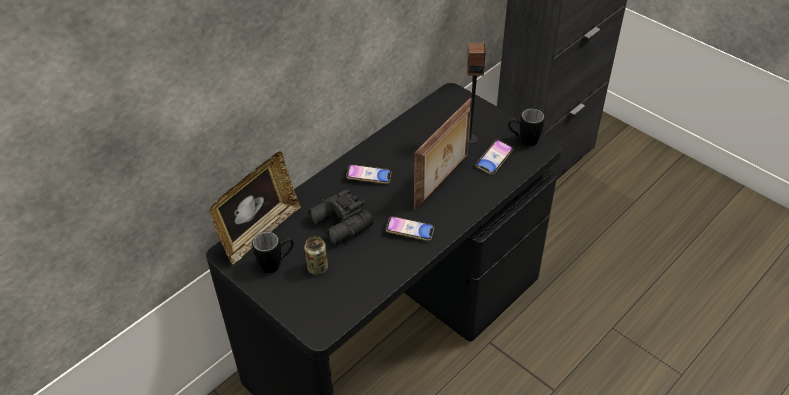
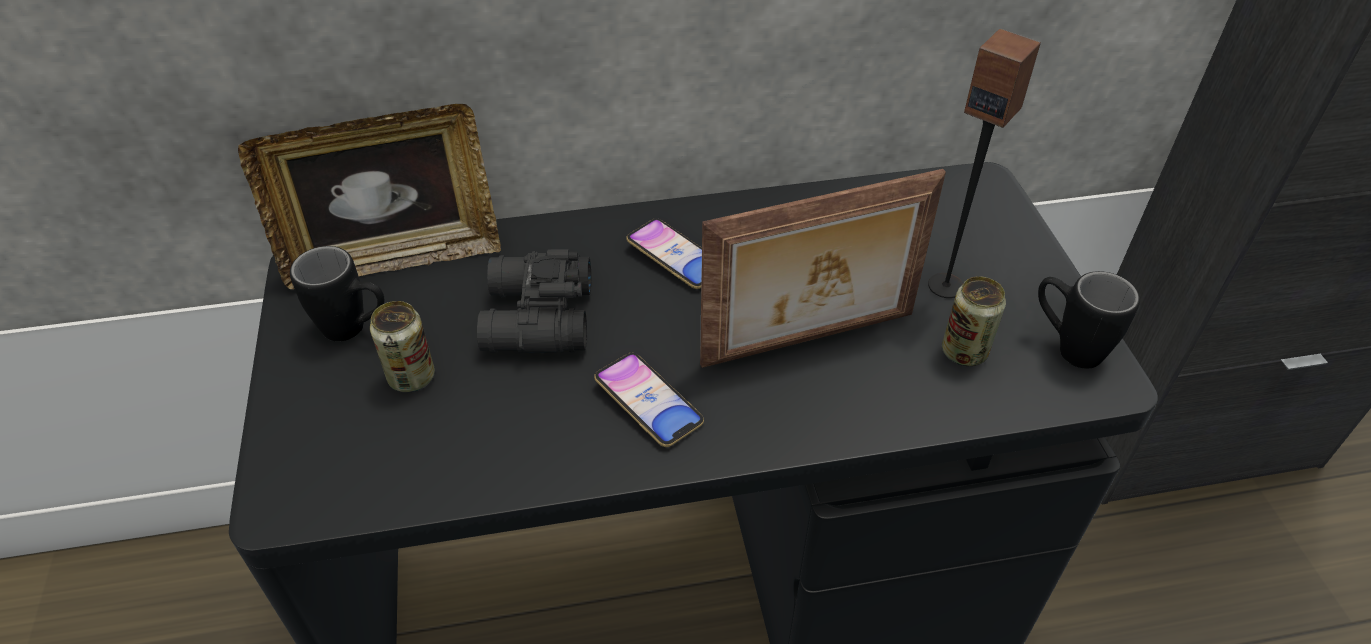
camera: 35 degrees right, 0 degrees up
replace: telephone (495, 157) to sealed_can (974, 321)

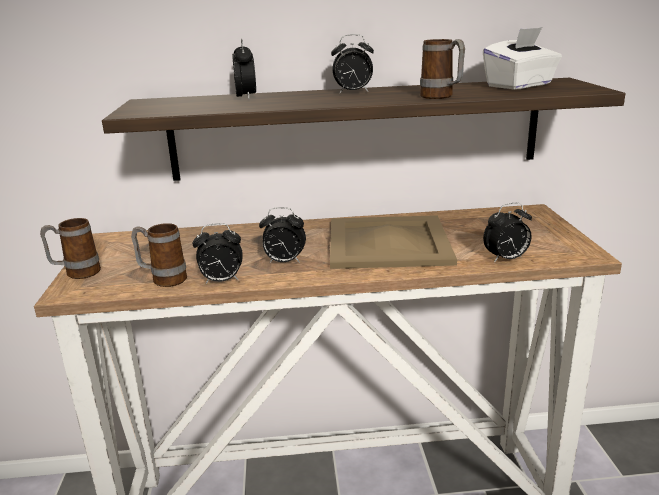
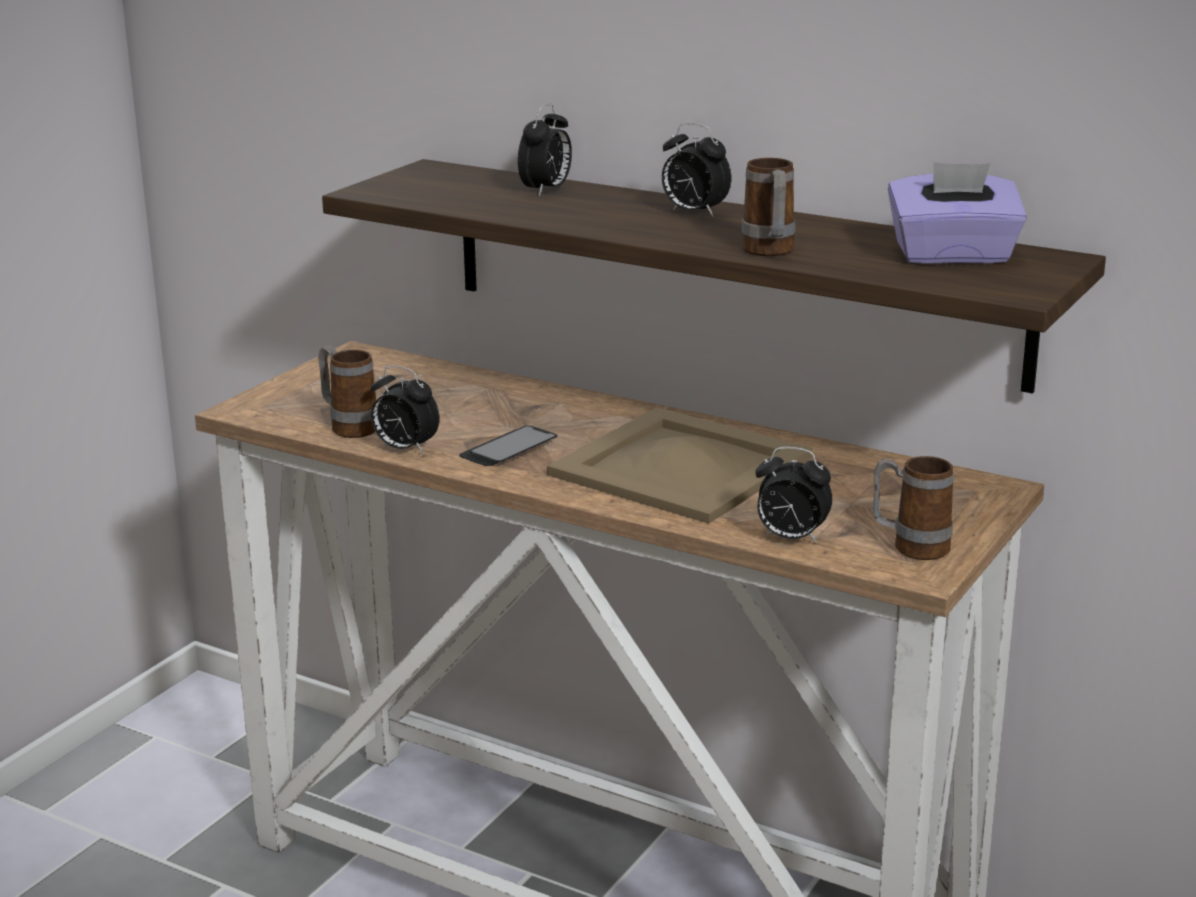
camera: 35 degrees right, 0 degrees up
move: mug (70, 248) to (913, 508)
replace: alarm_clock (282, 235) to telephone (508, 445)
recolor: whitish_box_of_tissues (522, 58) to purplish_box_of_tissues (957, 213)

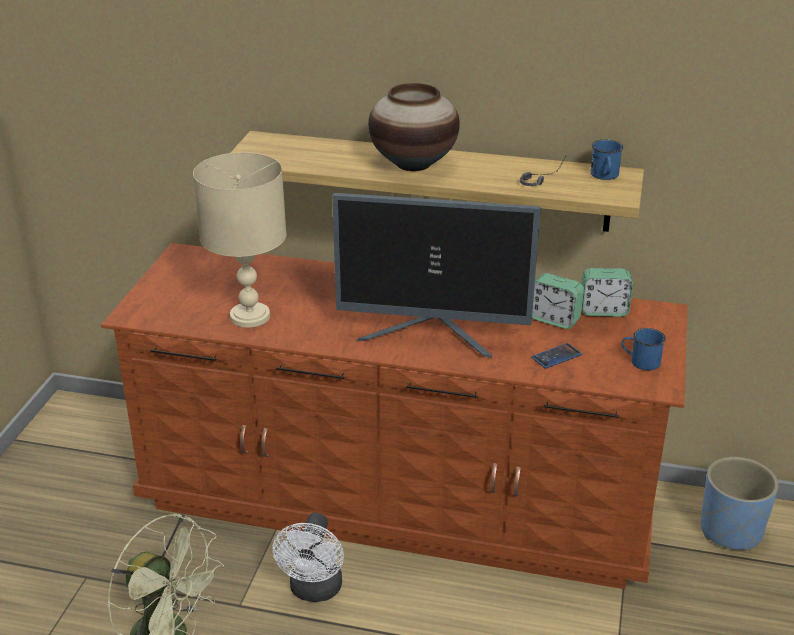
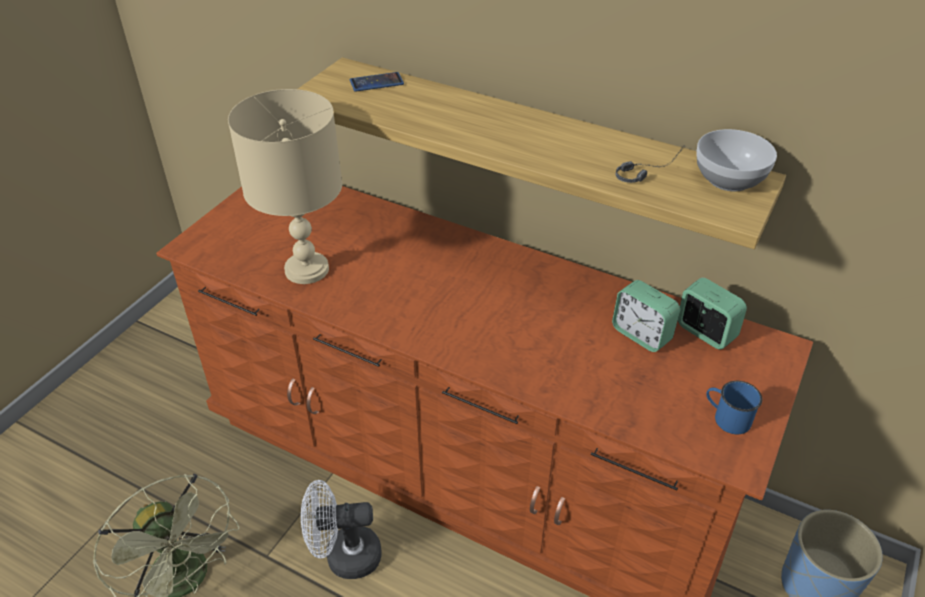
camera: 15 degrees right, 10 degrees up
delete: computer_display (436, 275); decorative_vase (414, 127)
move: telephone (556, 356) to (377, 82)
replace: blue_mug (606, 160) to bowl (736, 160)
rotate: whitish_cooling_fan (308, 557) = (341, 529) 60 degrees clockwise; alarm_clock (607, 292) = (712, 313) 150 degrees counterclockwise

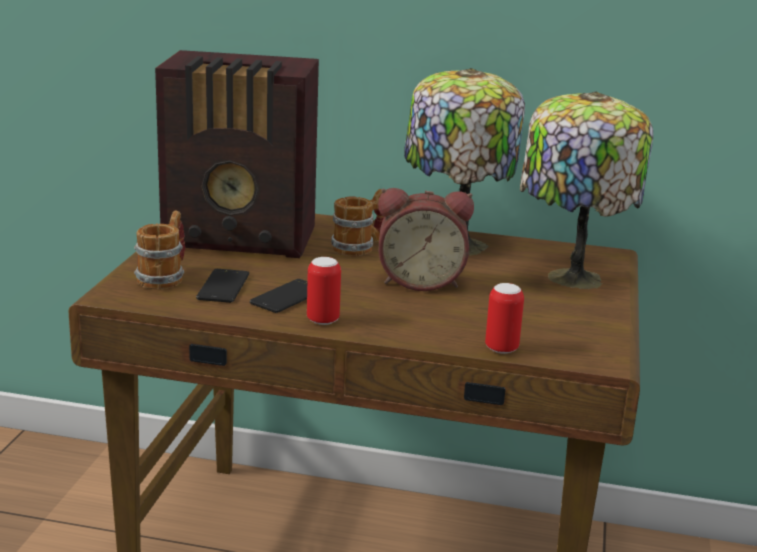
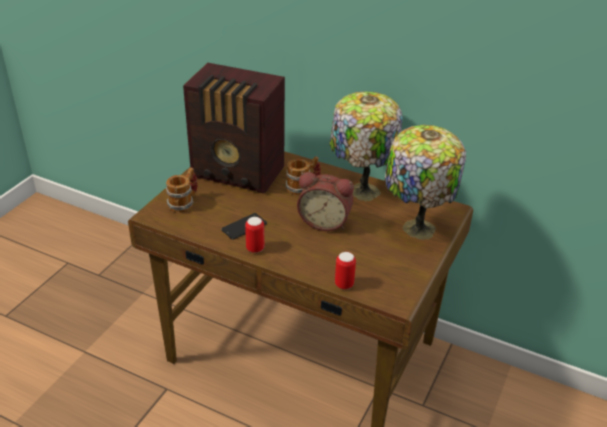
camera: 15 degrees right, 15 degrees up
delete: telephone (222, 286)

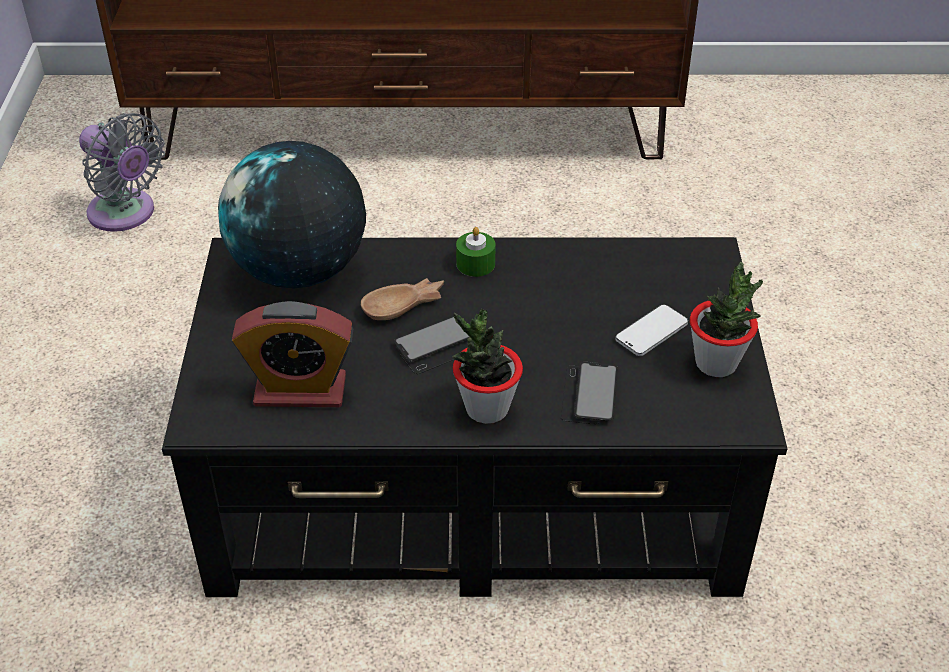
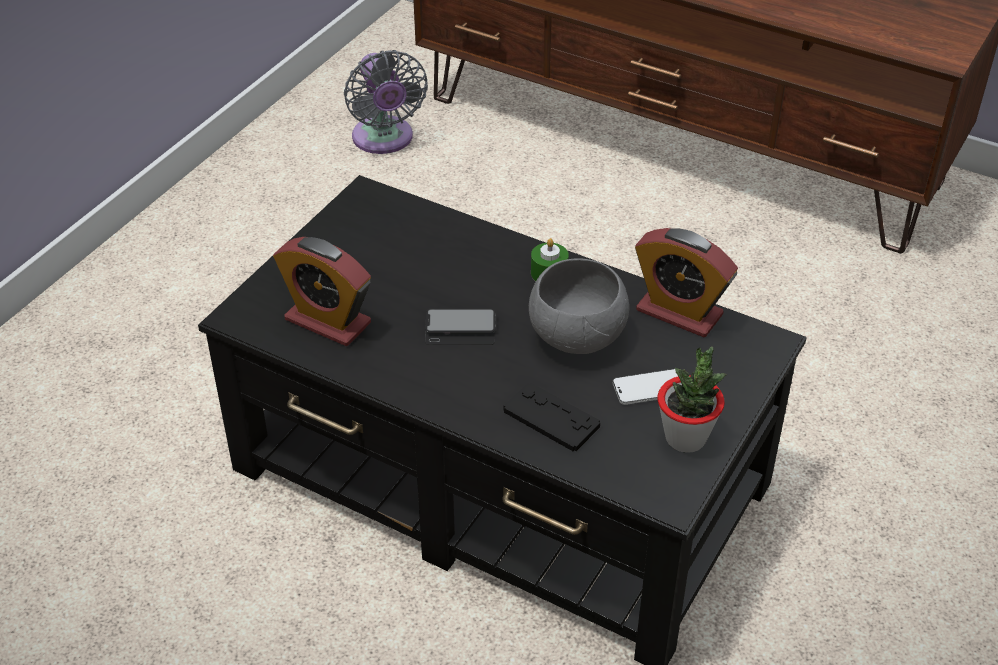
camera: 30 degrees right, 0 degrees up
delete: globe (292, 214); brown-coloured_bowl (402, 299); houseplant (487, 366)
insert: greyish_bowl (579, 306); alarm_clock (686, 282)
replace: telephone (589, 393) to black-coloured_game_controller (552, 417)

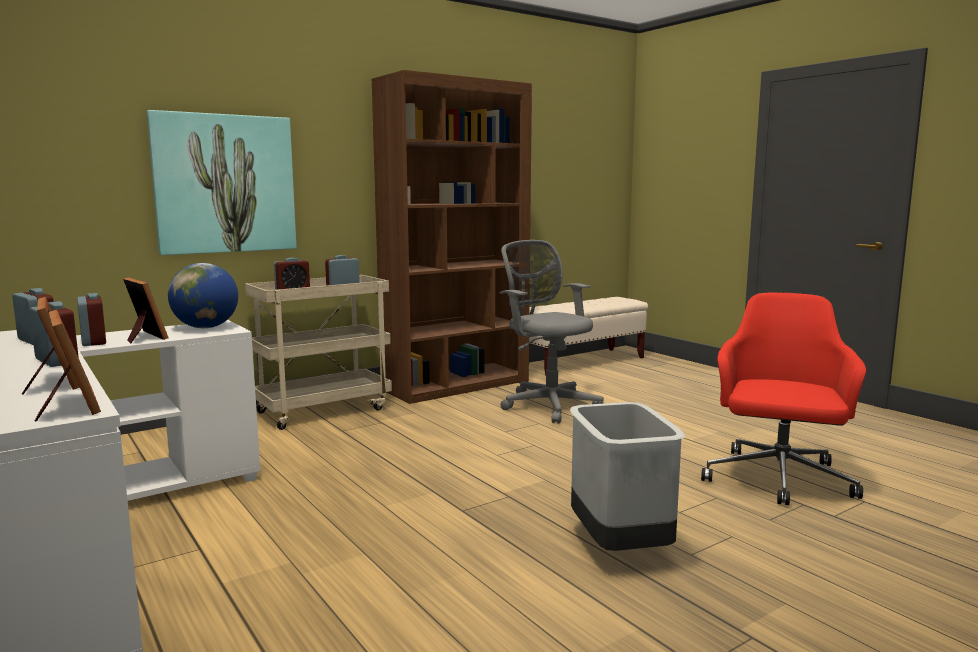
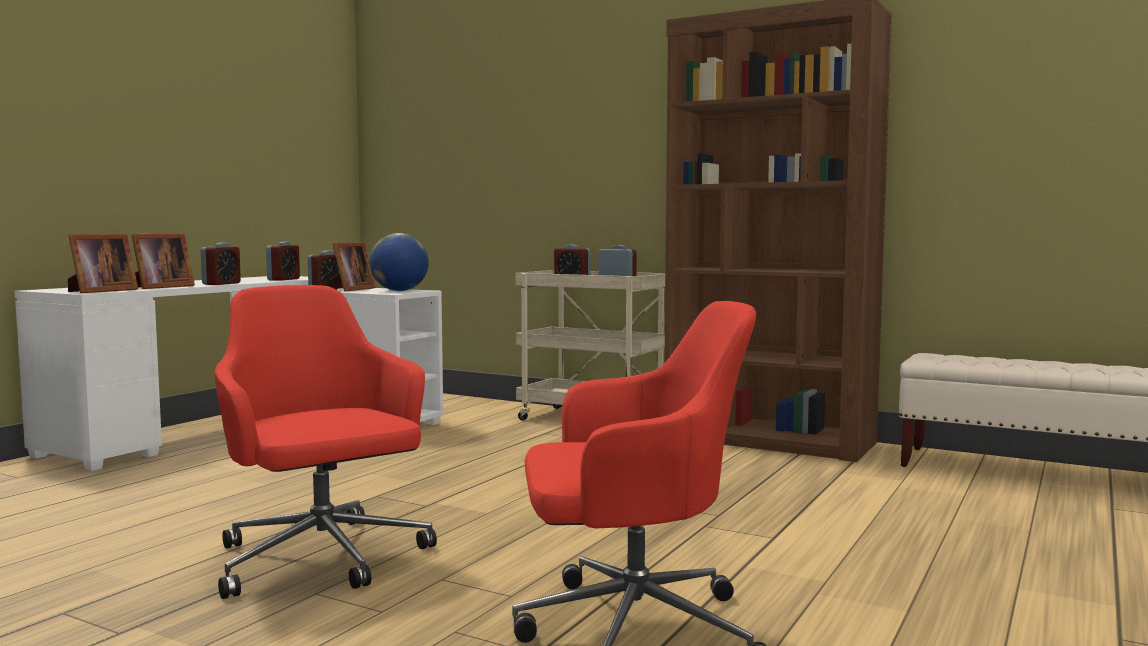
camera: 65 degrees right, 5 degrees down
delete: wall_art (222, 182); greyish_office_chair (551, 332)
replace: greyish_rubbish_bin (627, 476) to reddish_office_chair (326, 442)

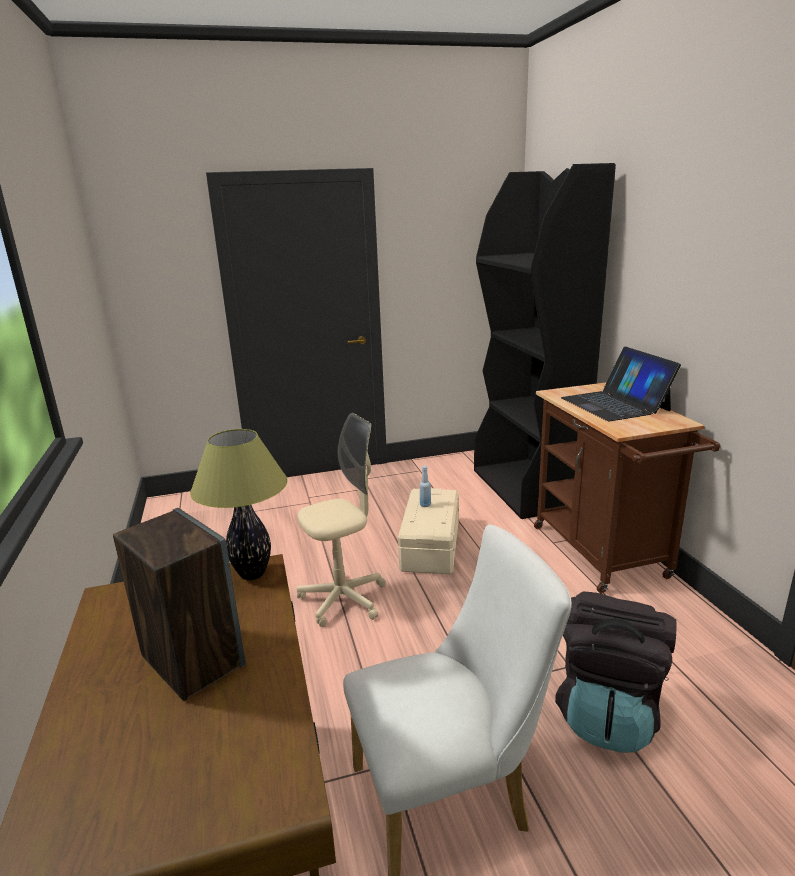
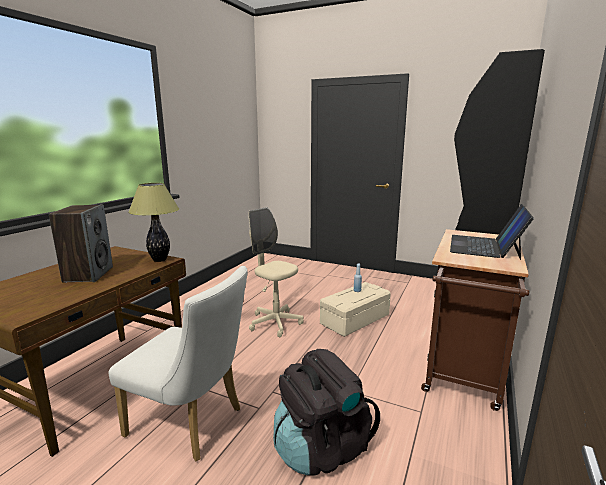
camera: 40 degrees right, 5 degrees down
rotate: beige_office_chair (341, 520) = (276, 272) 150 degrees counterclockwise

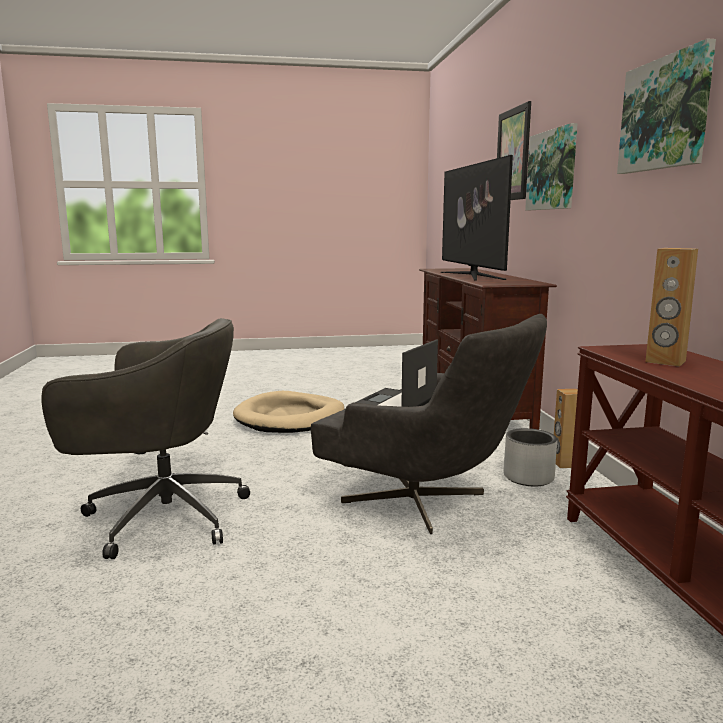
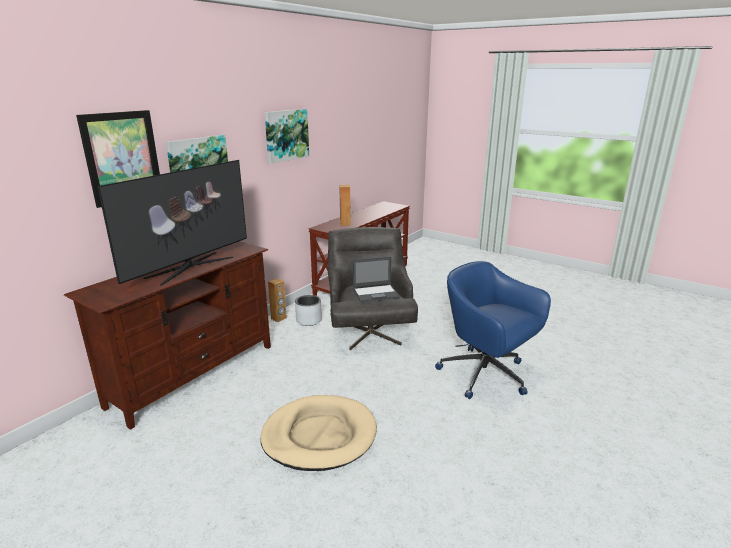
camera: 135 degrees left, 10 degrees up
recolor: greyish_office_chair (145, 438) to blue_office_chair (493, 330)

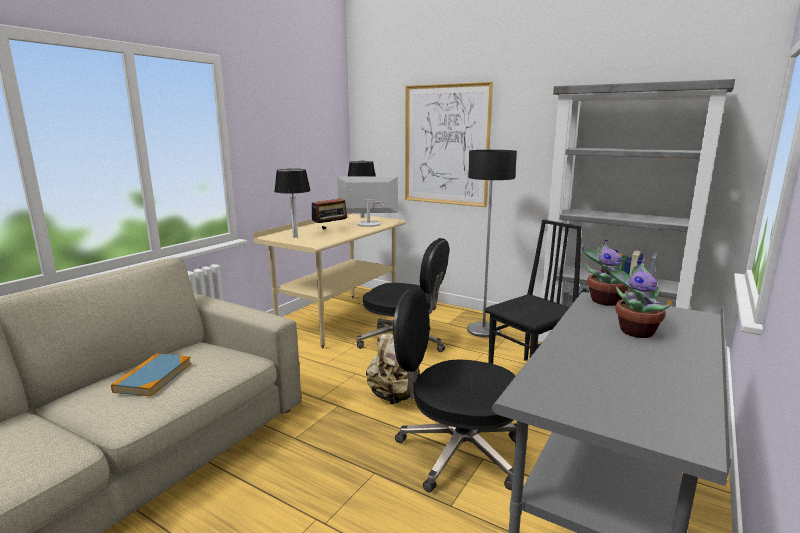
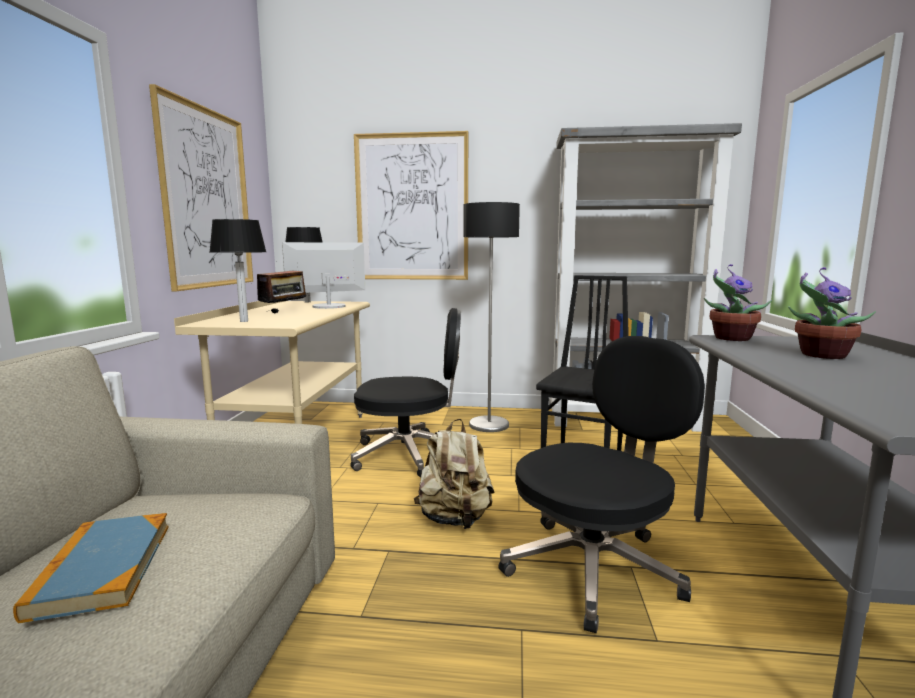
camera: 25 degrees left, 5 degrees down
insert: wall_art (201, 187)
rotate: black-coloured_office_chair (455, 390) = (601, 484) 150 degrees clockwise

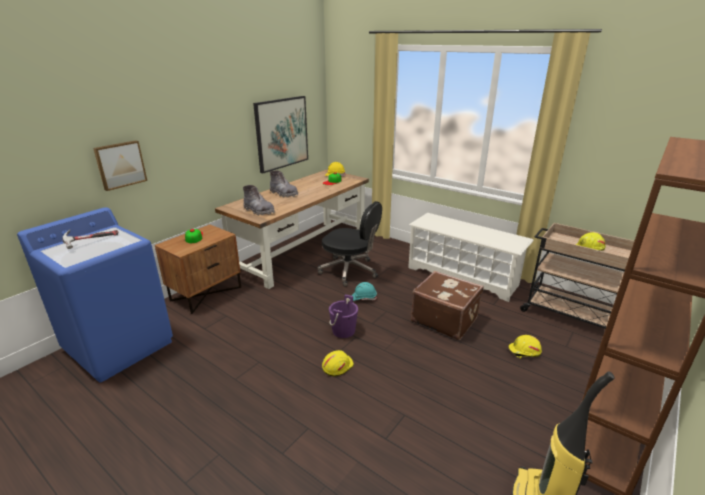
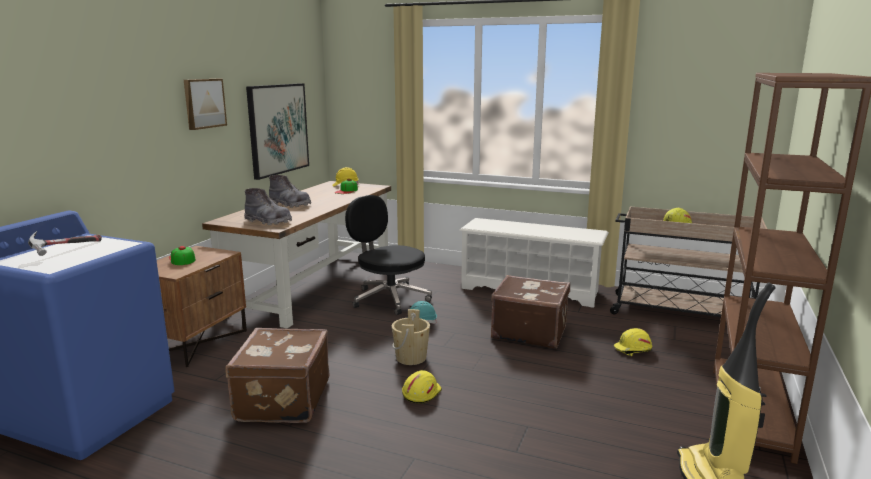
camera: 15 degrees left, 10 degrees down
insert: brown-coloured_suitcase (277, 375)
move: wall_art (120, 165) to (205, 104)
recolor: purplish_water_bucket (343, 316) to beige_water_bucket (411, 337)
rotate: black-coloured_office_chair (350, 244) = (388, 255) 150 degrees counterclockwise

